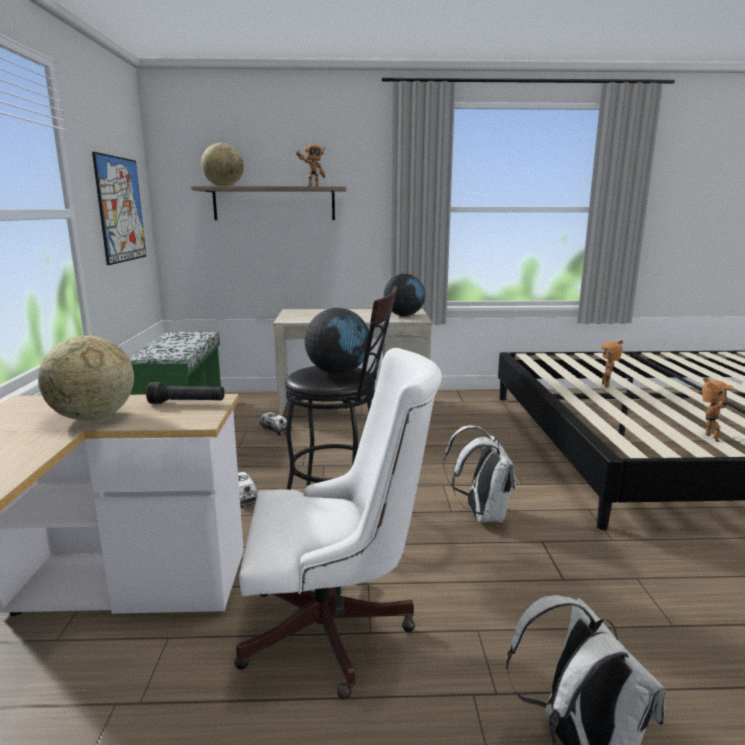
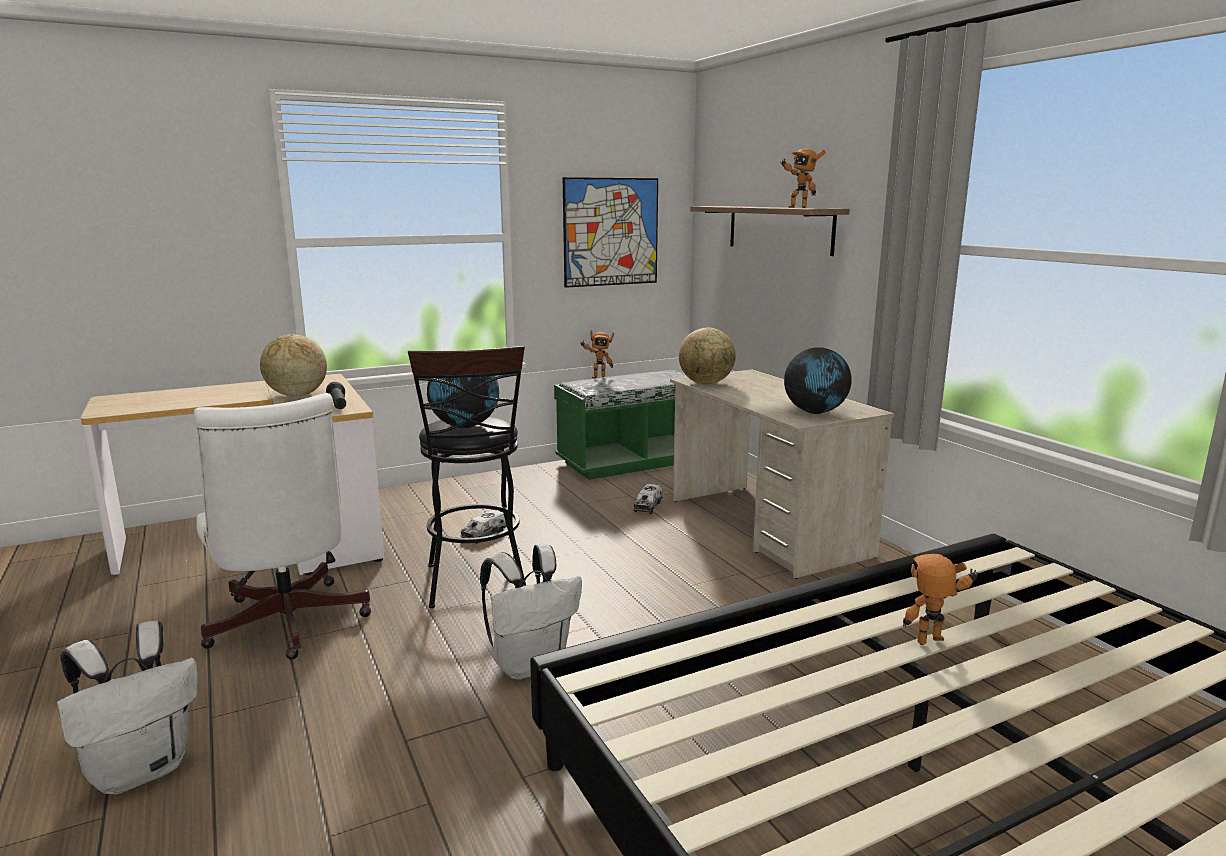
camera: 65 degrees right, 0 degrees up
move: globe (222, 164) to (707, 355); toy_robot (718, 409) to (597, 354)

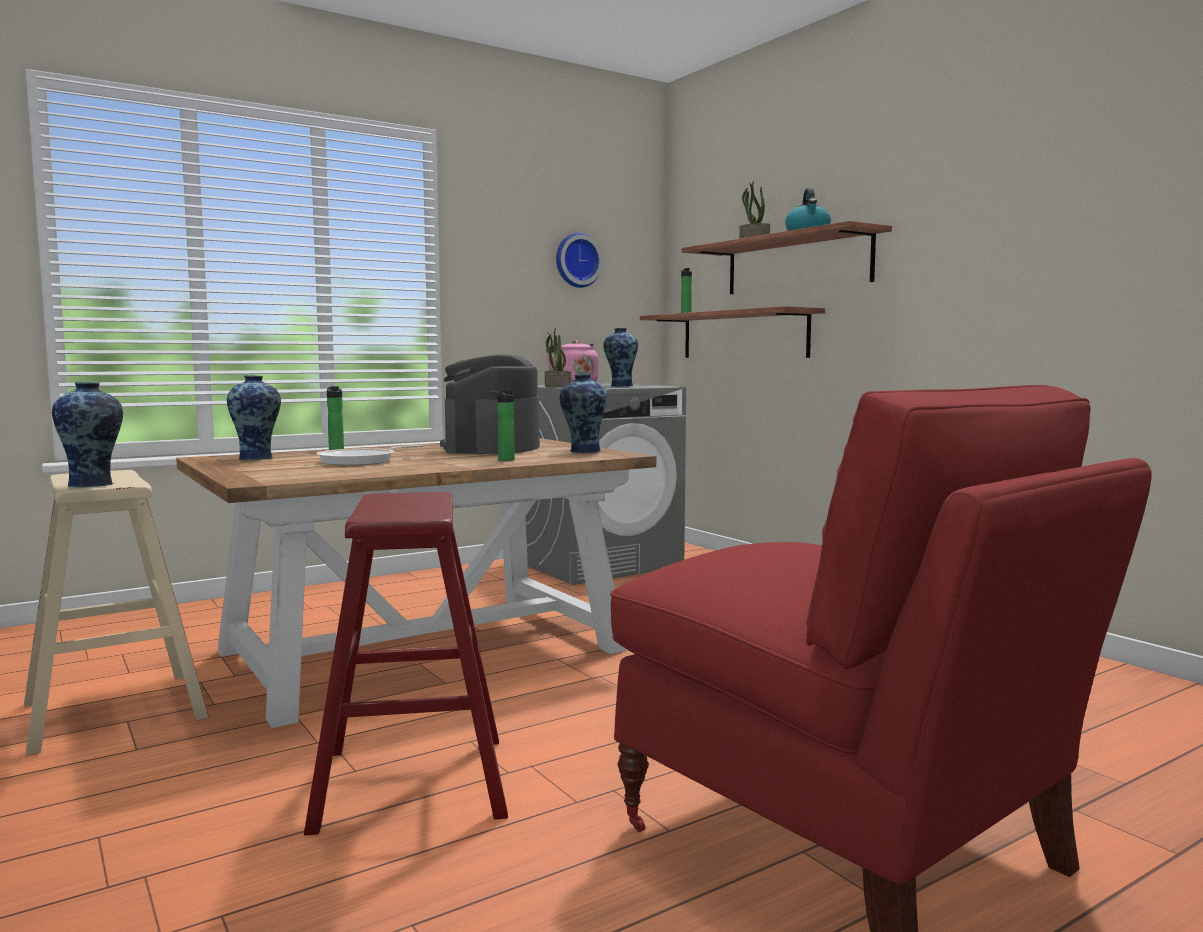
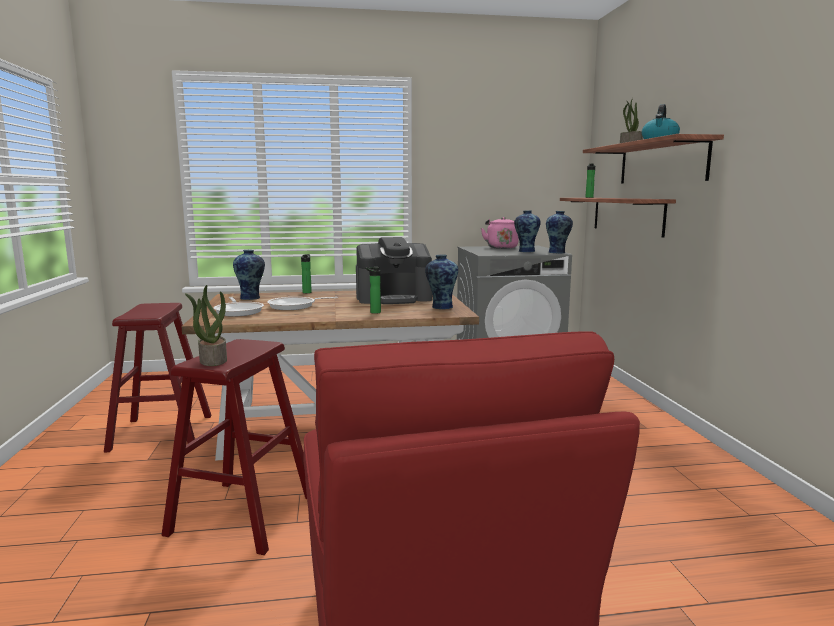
camera: 25 degrees right, 5 degrees up
delete: wall_clock (579, 260)
insert: skillet (239, 307)
move: decorative_vase (87, 434) to (559, 232); houseplant (558, 357) to (206, 325)
recolor: beige_stool (116, 612) to reddish_stool (158, 378)
rotate: coffee_machine (490, 404) = (394, 270) 135 degrees counterclockwise

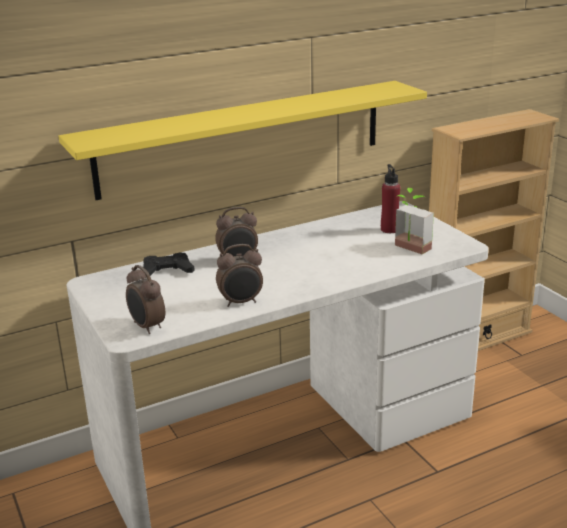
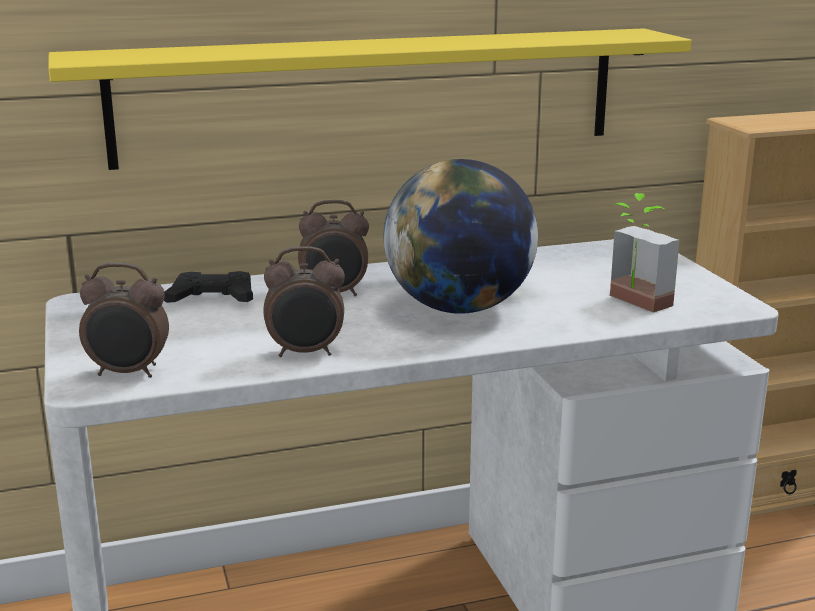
camera: 10 degrees right, 5 degrees down
delete: reddish_bottle (390, 198)
insert: globe (461, 236)
rotate: alarm_clock (145, 299) = (124, 320) 60 degrees counterclockwise

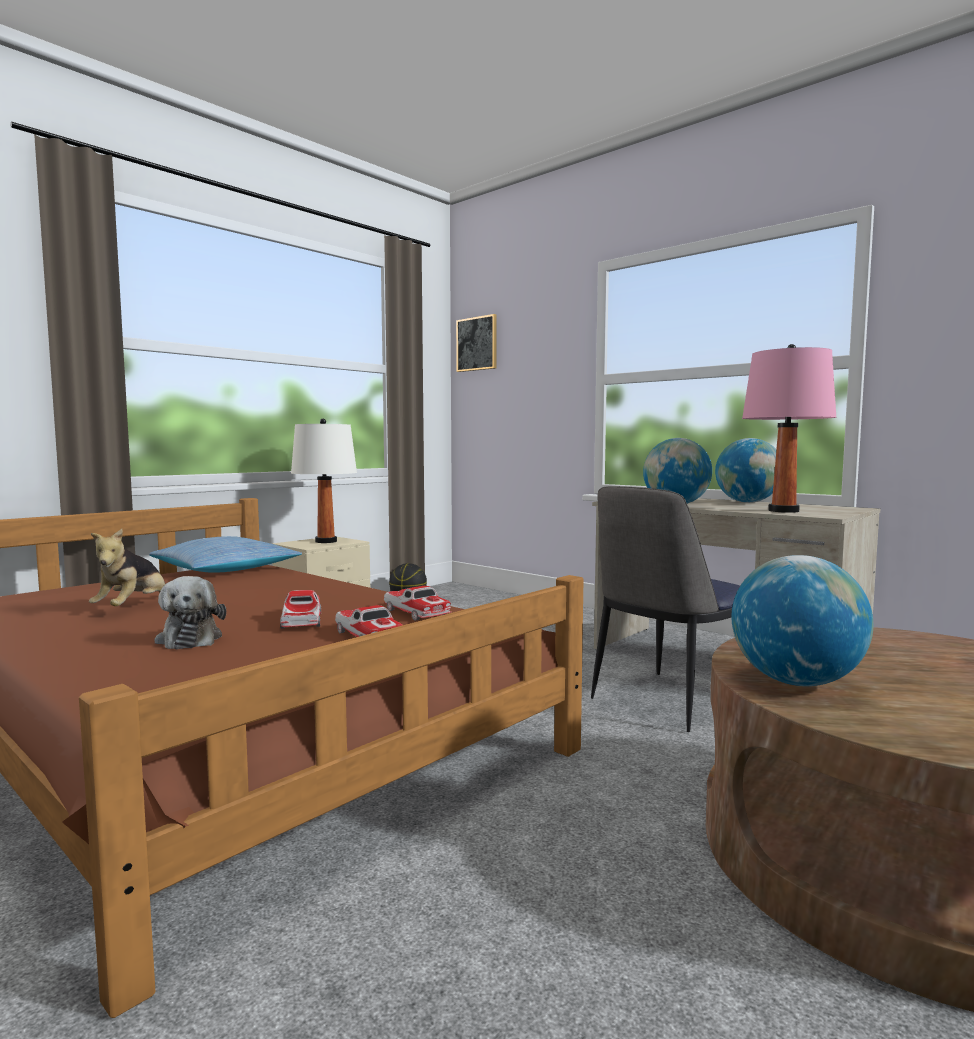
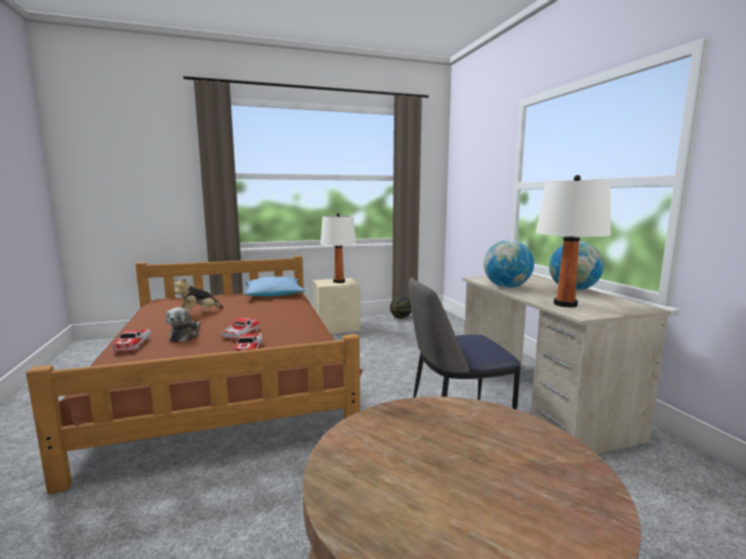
camera: 30 degrees right, 5 degrees up
delete: wall_art (476, 343); globe (802, 620)
move: miniature_car (417, 603) to (132, 340)
recolor: pink-coloured_tabletop_lamp (789, 428) to whitish_tabletop_lamp (573, 241)

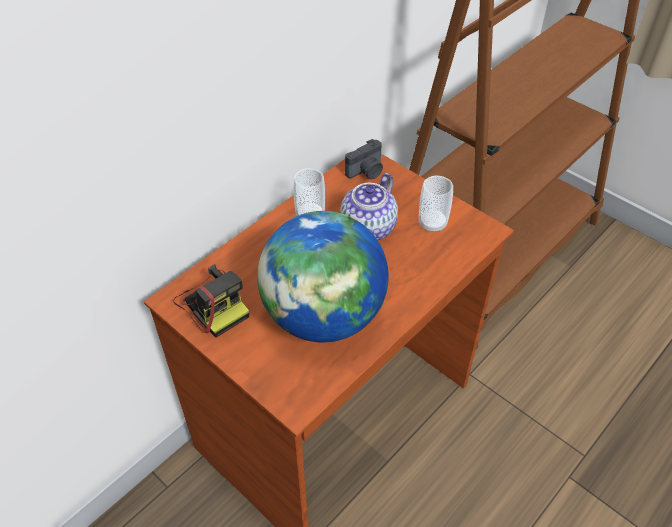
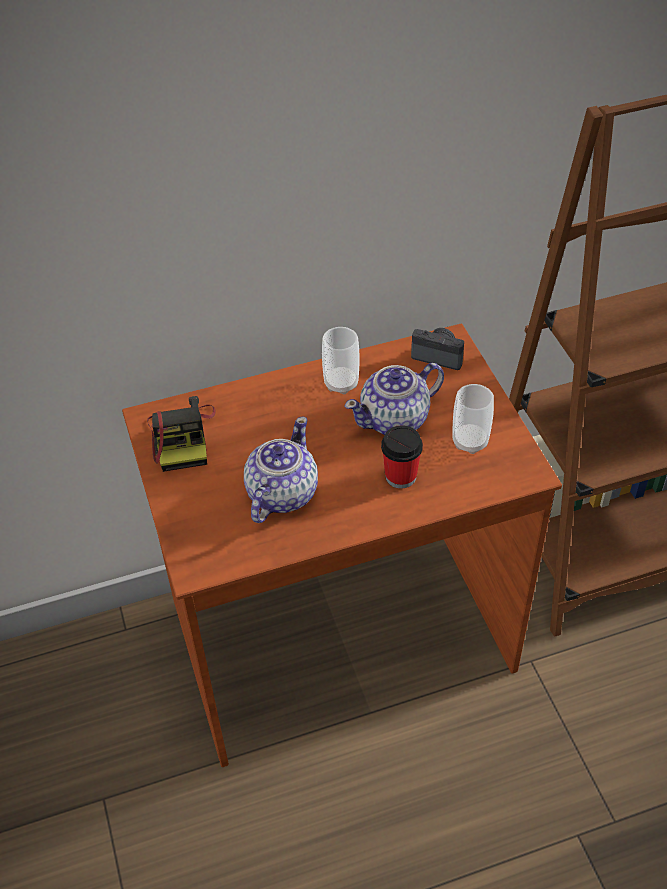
camera: 30 degrees right, 0 degrees up
insert: small_cup (402, 457)
replace: globe (323, 277) to teapot (281, 469)
rotate: still_camera (364, 159) = (437, 349) 150 degrees counterclockwise

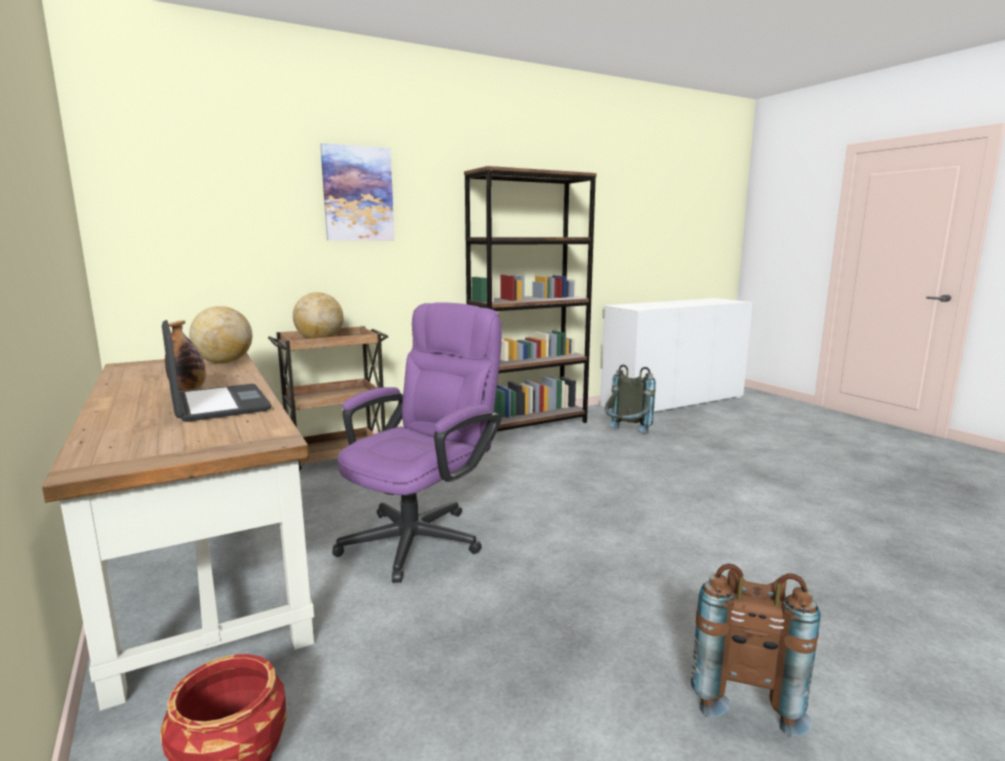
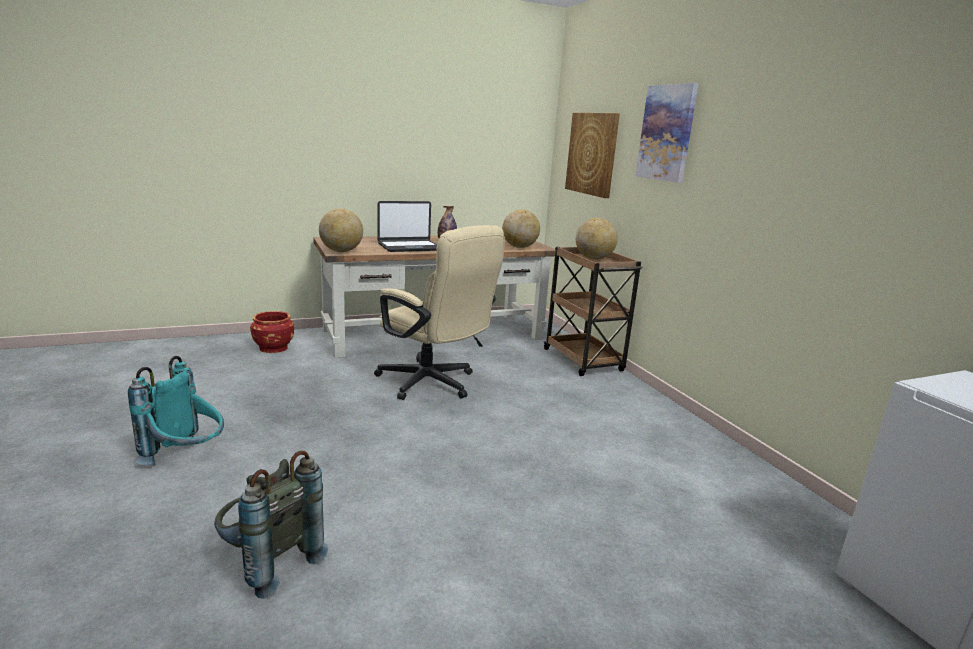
camera: 95 degrees right, 5 degrees up
delete: brown-coloured_bookcase (530, 299)
insert: globe (341, 230); wall_art (592, 155)
move: greyish_rucksack (630, 399) to (271, 525)
recolor: purplish_office_chair (417, 443) to beige_office_chair (439, 312); brown-coloured_rucksack (755, 650) to turquoise_rucksack (176, 411)

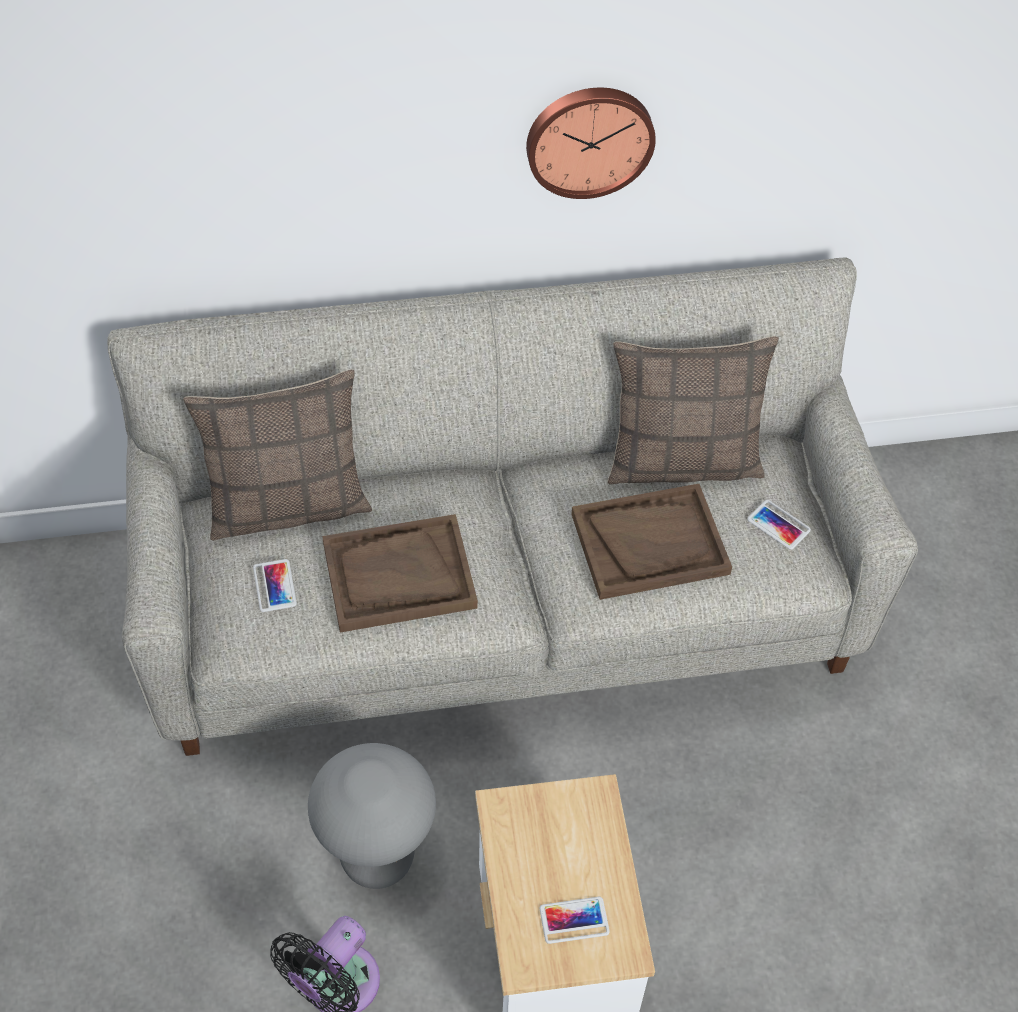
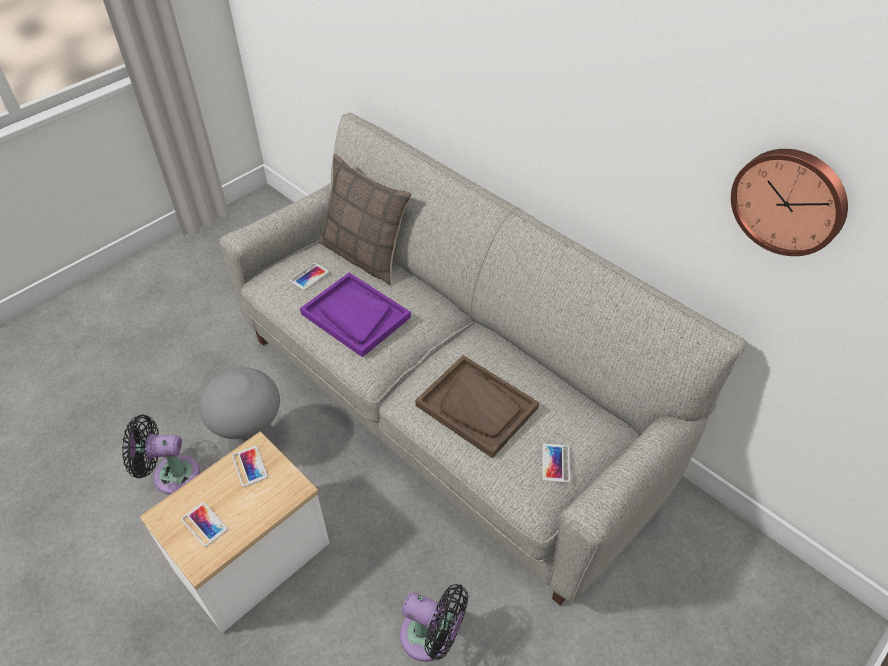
camera: 55 degrees right, 5 degrees down
delete: cushion (693, 410)
insert: telephone (250, 466); black-coloured_cooling_fan (434, 623)
move: wall_clock (591, 143) to (789, 202)
recolor: brown-coloured_tray (400, 573) to purplish_tray (355, 315)

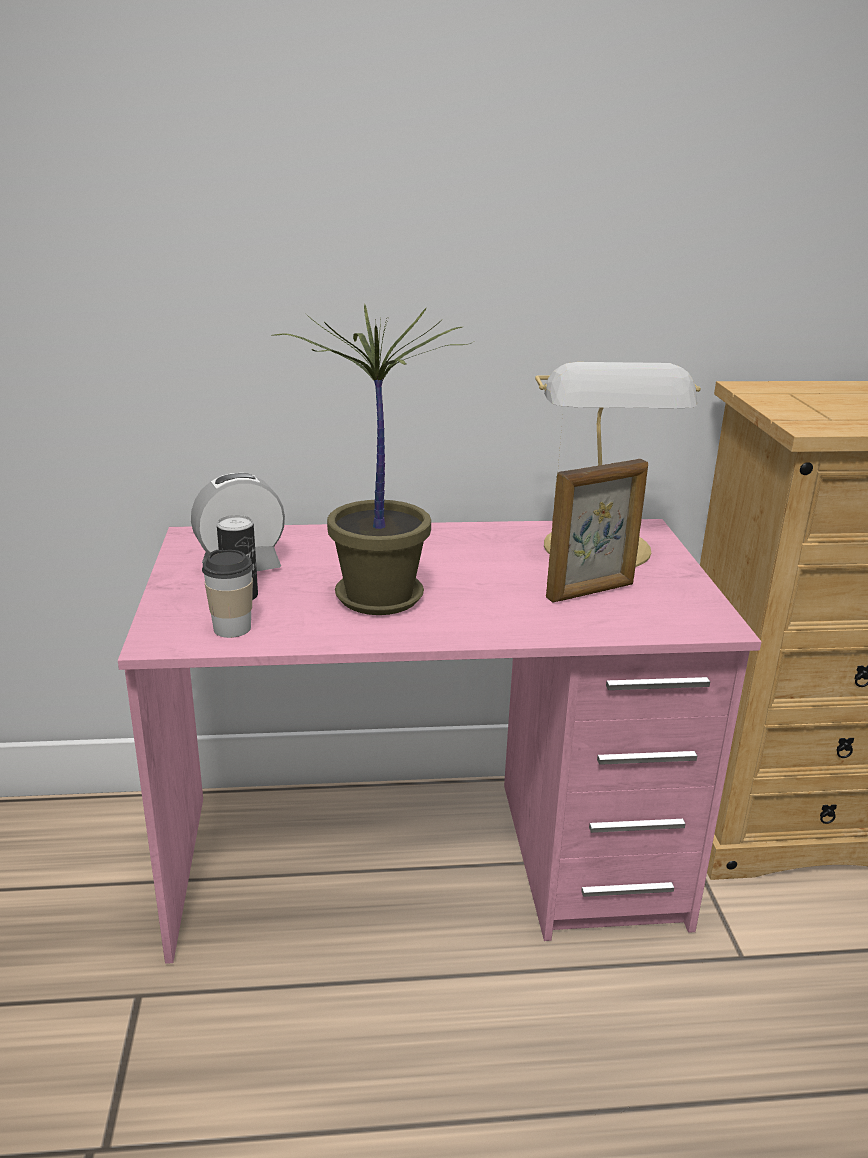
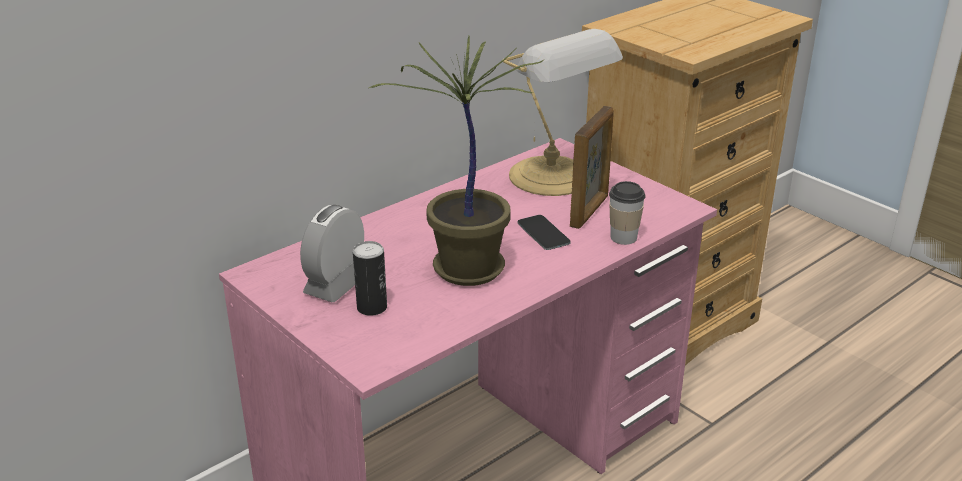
camera: 35 degrees left, 5 degrees up
insert: telephone (544, 232)
move: small_cup (227, 594) to (627, 213)

